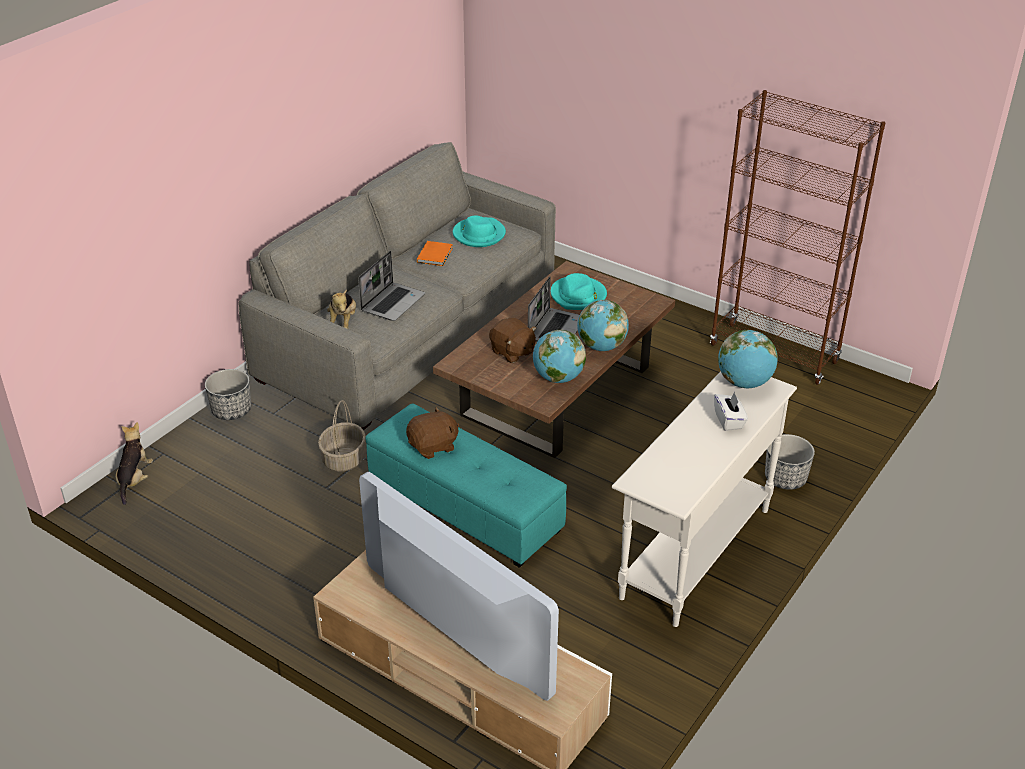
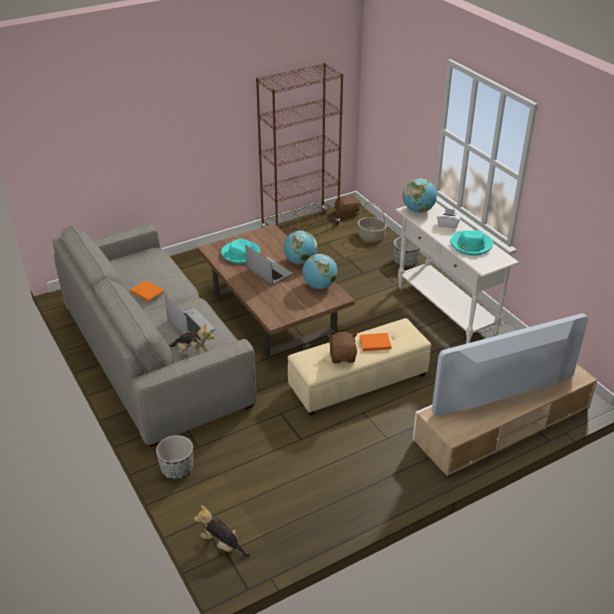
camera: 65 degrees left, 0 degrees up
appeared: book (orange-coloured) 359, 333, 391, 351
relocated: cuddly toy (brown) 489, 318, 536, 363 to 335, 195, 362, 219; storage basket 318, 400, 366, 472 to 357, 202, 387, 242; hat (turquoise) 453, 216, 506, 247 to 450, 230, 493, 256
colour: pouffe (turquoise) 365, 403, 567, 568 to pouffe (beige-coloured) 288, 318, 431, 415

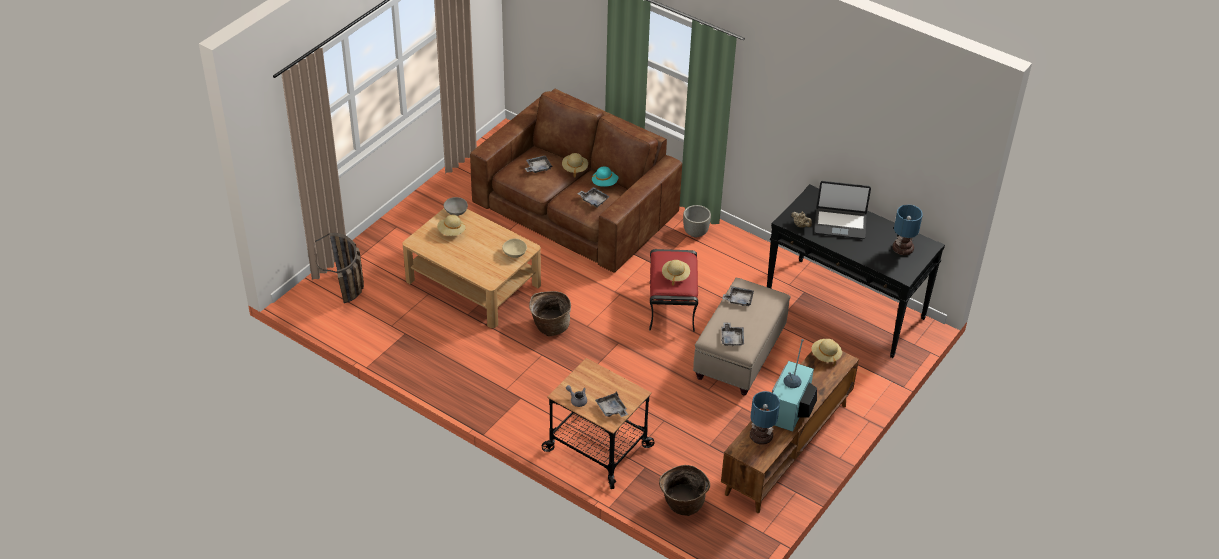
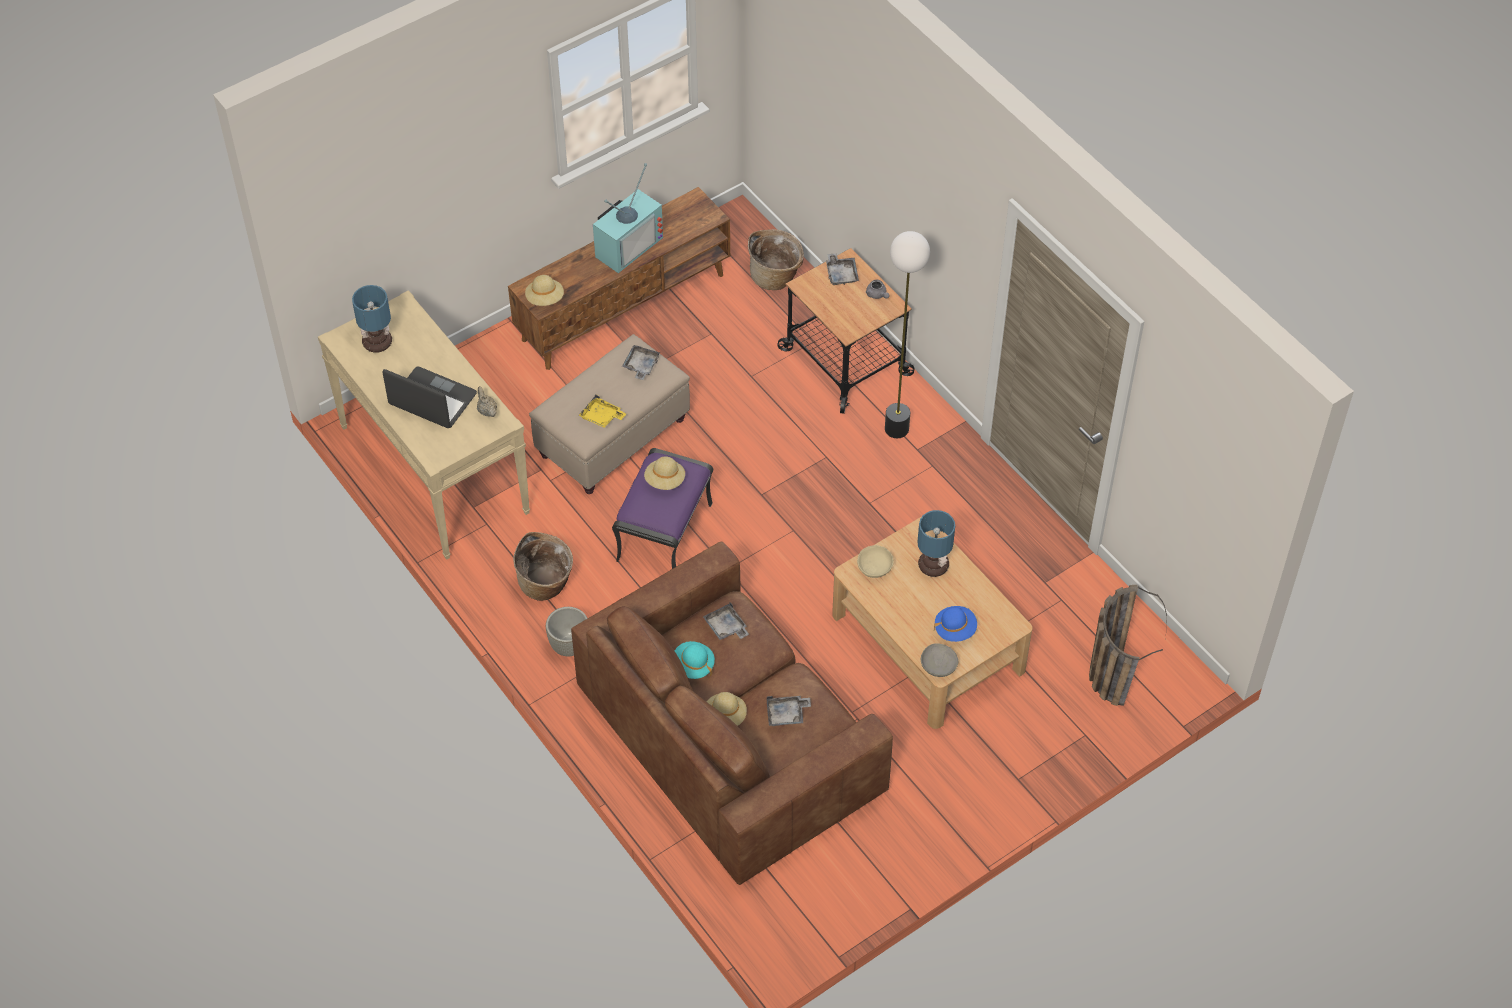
camera: 160 degrees left, 10 degrees up
appeared: standard lamp 885, 231, 930, 438
relocated: storage basket 529, 291, 571, 336 to 513, 532, 573, 601; table lamp 750, 391, 780, 445 to 917, 510, 955, 577
colour: narrow table (black-coloured) 767, 184, 945, 358 to narrow table (beige-coloured) 318, 290, 530, 560; serving tray (greyish) 722, 286, 754, 306 to serving tray (yellow) 578, 394, 626, 428; pouffe (reddish) 649, 249, 698, 332 to pouffe (purple) 612, 448, 713, 569; hat (beige-coloured) 437, 215, 465, 236 to hat (blue-coloured) 934, 606, 977, 642

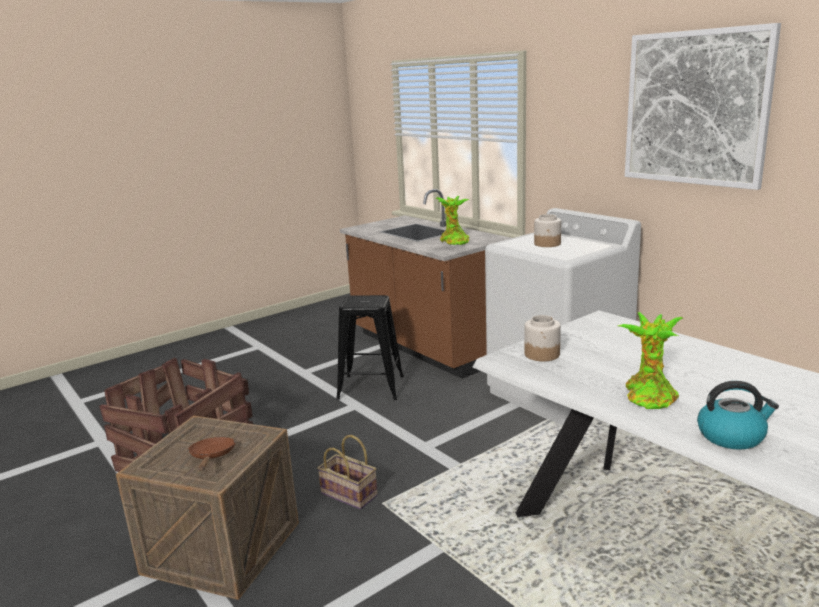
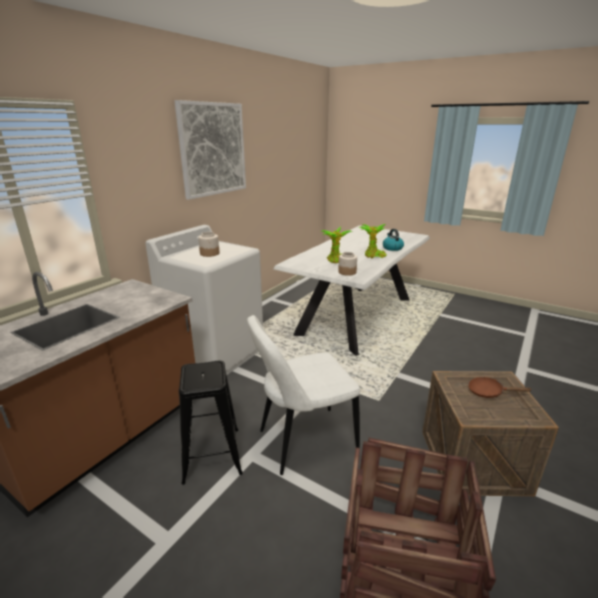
camera: 110 degrees left, 5 degrees up
missing: storage basket 317, 435, 378, 510
appeared: chair (white-coloured) 247, 315, 360, 475
relocated: plant in a pot 436, 196, 470, 245 to 320, 226, 352, 263
spun: skillet (brown) 188, 437, 235, 471 = 468, 377, 531, 398 45 degrees clockwise

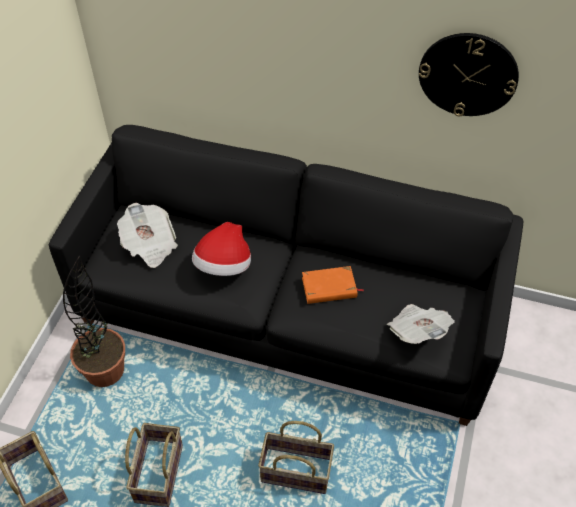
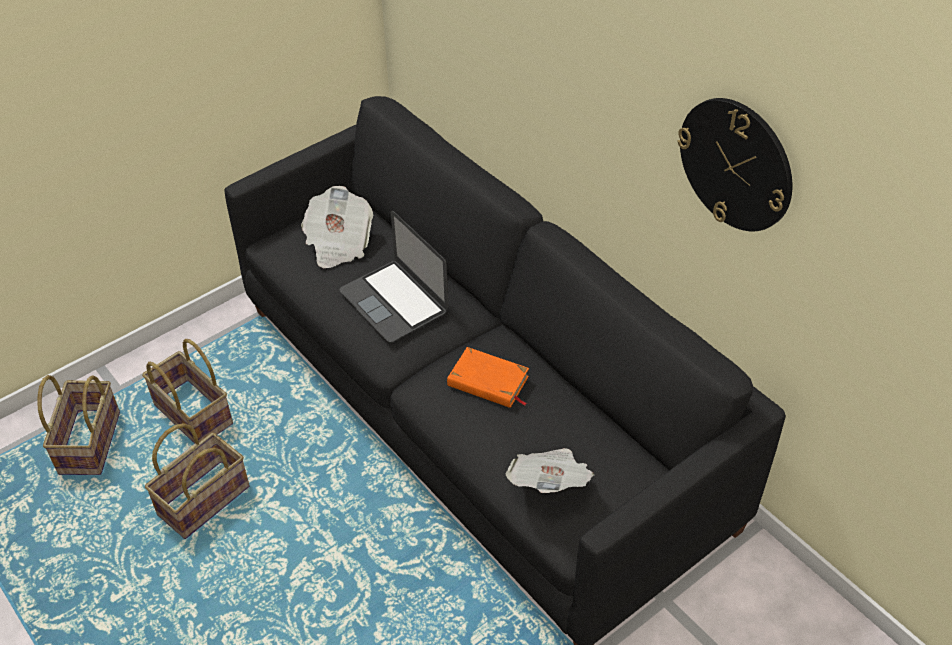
camera: 35 degrees right, 5 degrees down
missing: plant in a pot 63, 256, 125, 387
relocated: storage basket 258, 421, 334, 494 to 142, 339, 233, 444
exchanged: hat 192, 222, 251, 276 to portable computer 339, 211, 448, 342

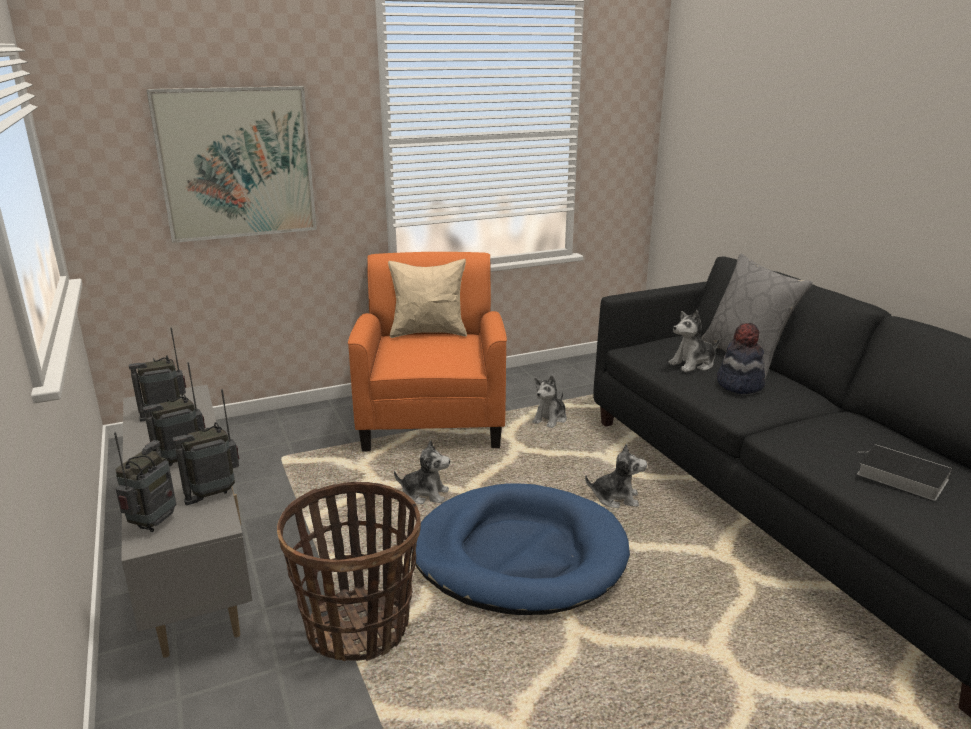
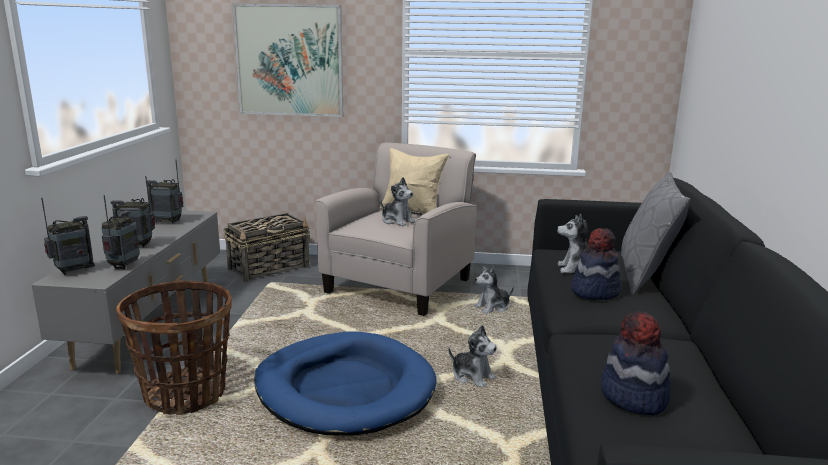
camera: 30 degrees right, 5 degrees down
appeared: storage basket 224, 213, 310, 282
relocated: cuddly toy 394, 440, 450, 504 to 380, 177, 415, 226
exchanged: book 857, 444, 952, 501 to hat 601, 311, 670, 415
colour: easy chair (orange-coloured) 348, 252, 507, 451 to easy chair (beige-coloured) 316, 143, 477, 316
spun: radio receiver 173, 389, 240, 505 = 101, 195, 140, 269 105 degrees clockwise

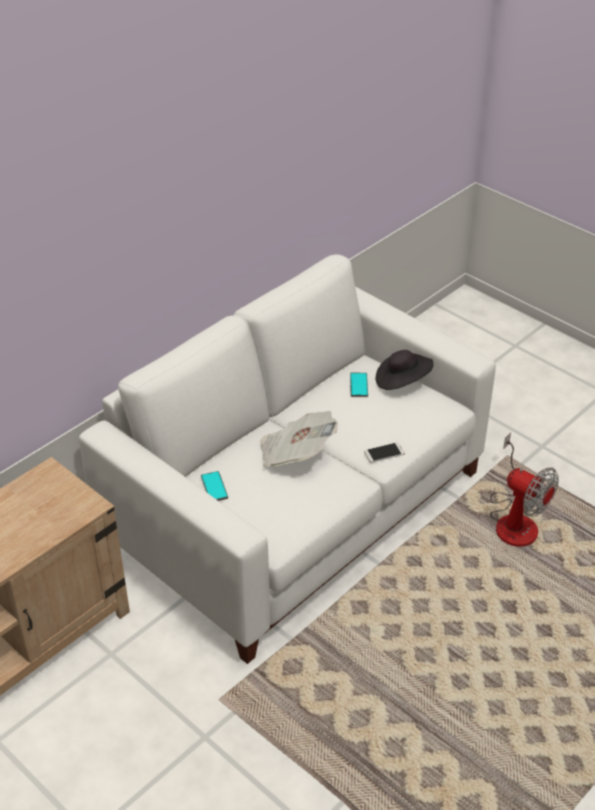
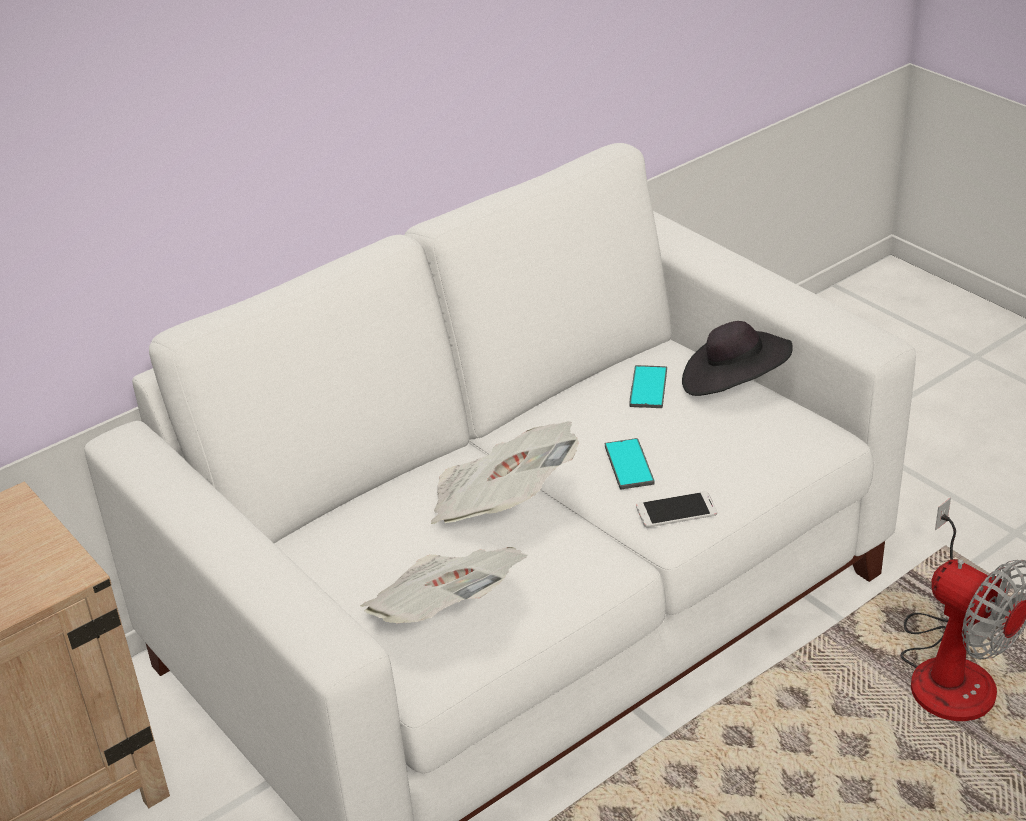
camera: 10 degrees right, 5 degrees down
appeared: daily paper 360, 547, 528, 623
relocated: phone 201, 471, 228, 501 to 605, 438, 655, 489

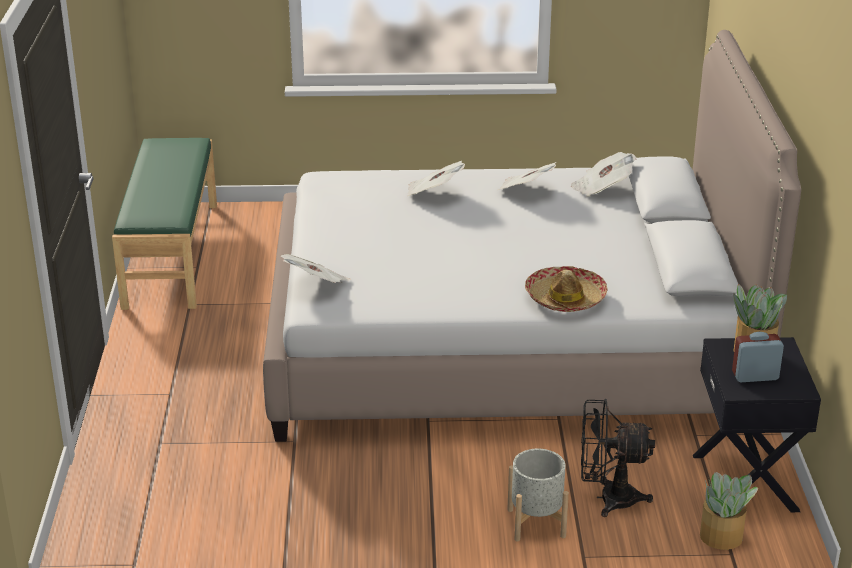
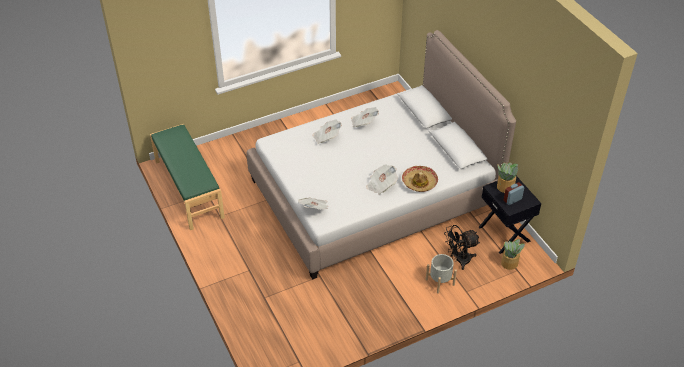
camera: 25 degrees left, 15 degrees up
relocated: daily paper 571, 152, 636, 197 to 366, 164, 398, 195

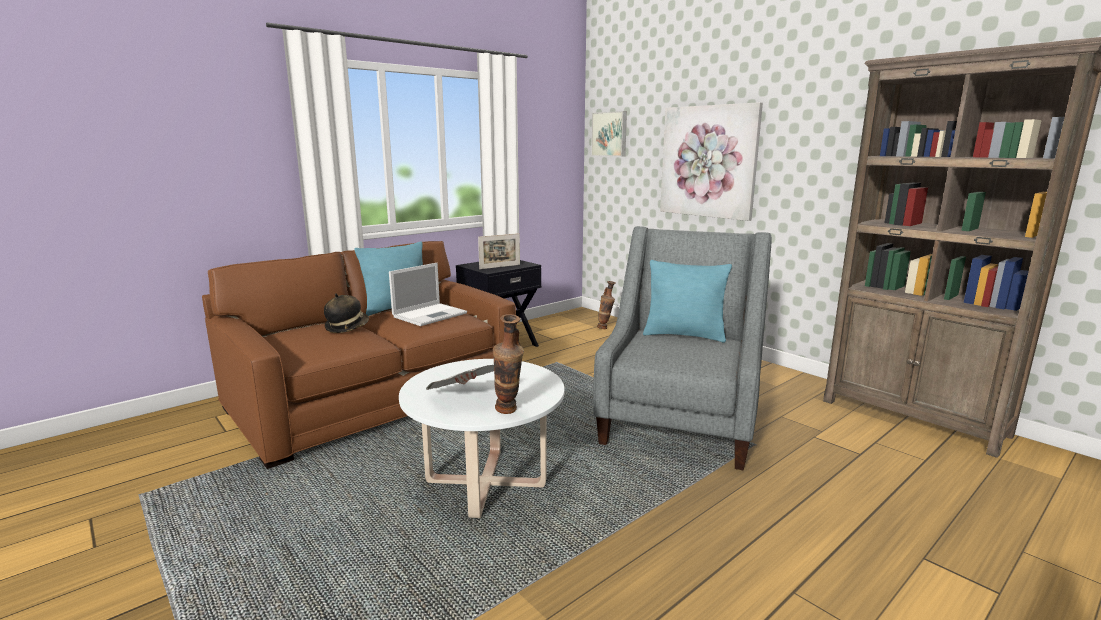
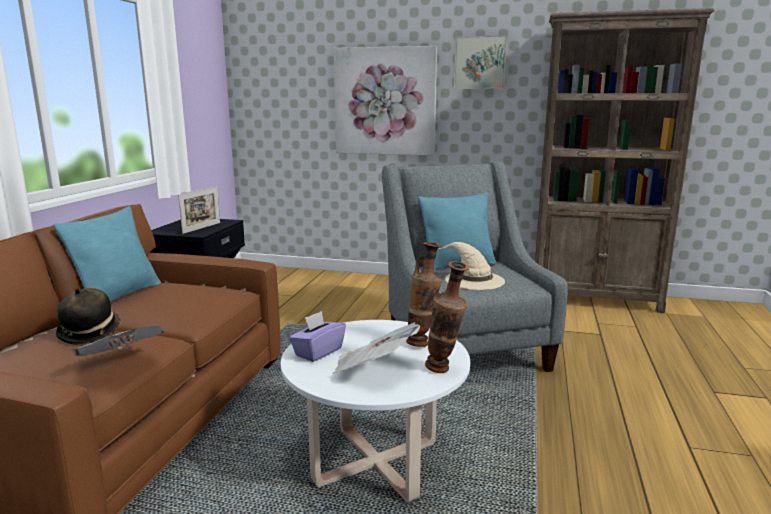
camera: 35 degrees left, 0 degrees up
missing: portable computer 389, 263, 467, 326
appeared: daily paper 72, 326, 164, 357; box of tissues (purple) 289, 311, 346, 362; hat (beige-coloured) 438, 242, 505, 290
relocated: flower vase 597, 281, 615, 329 to 406, 242, 442, 347; wall picture 591, 111, 627, 157 to 454, 35, 507, 89

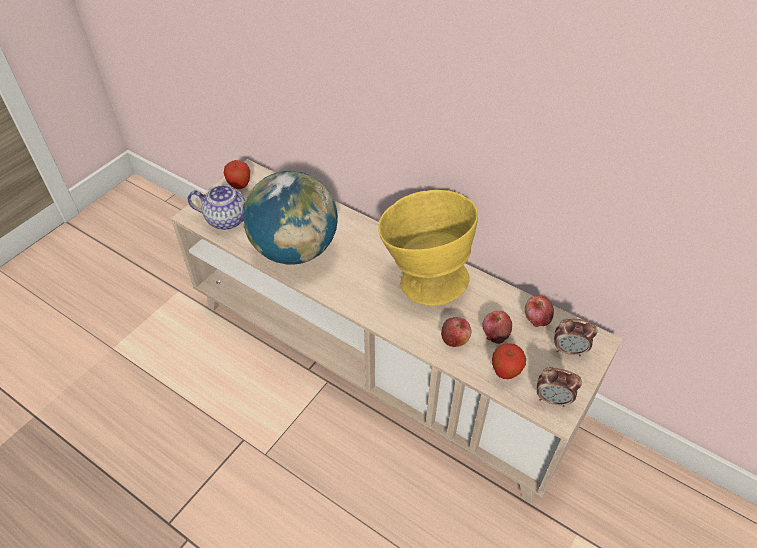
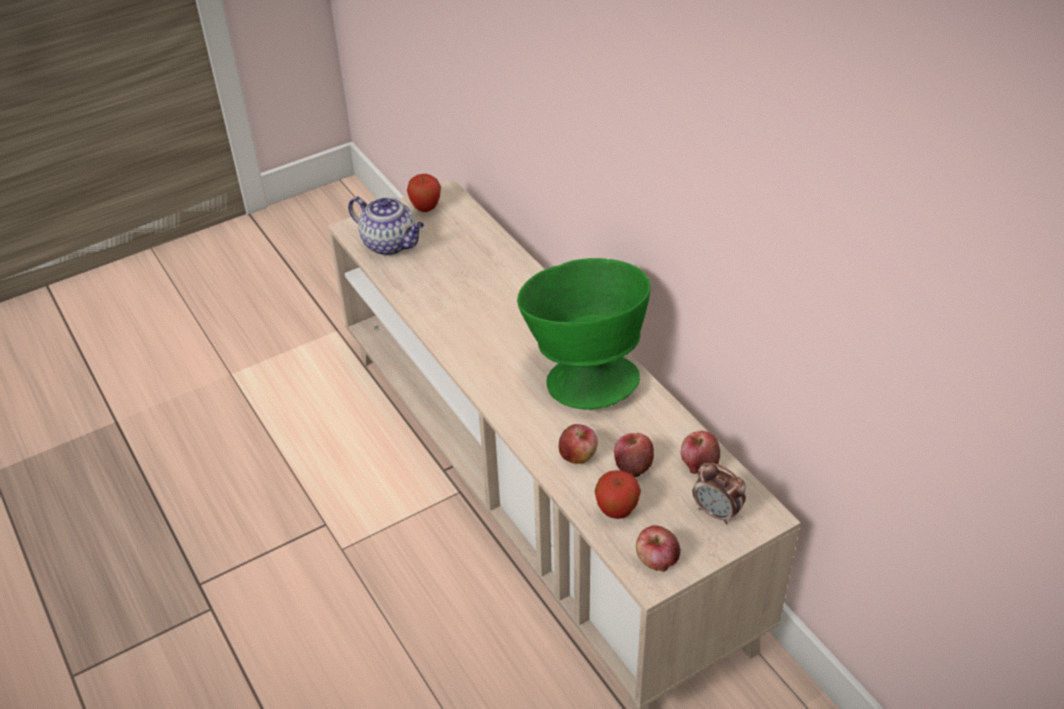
camera: 25 degrees right, 5 degrees down
missing: globe 243, 171, 338, 265
exchanged: bedside clock 537, 367, 582, 407 to whole apple 636, 525, 680, 572
colour: bowl (yellow) 378, 190, 478, 306 to bowl (greenish) 517, 258, 651, 410

